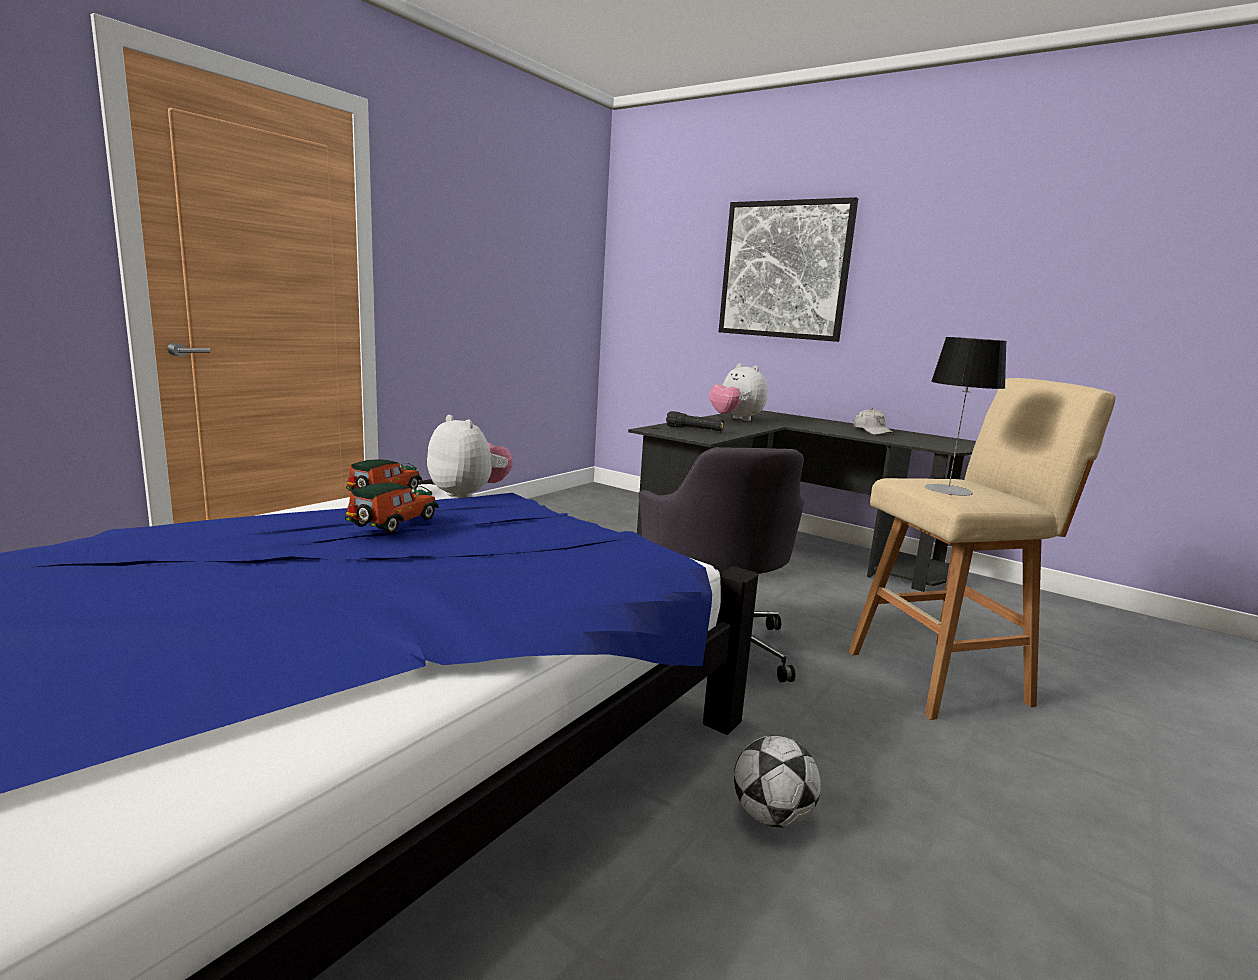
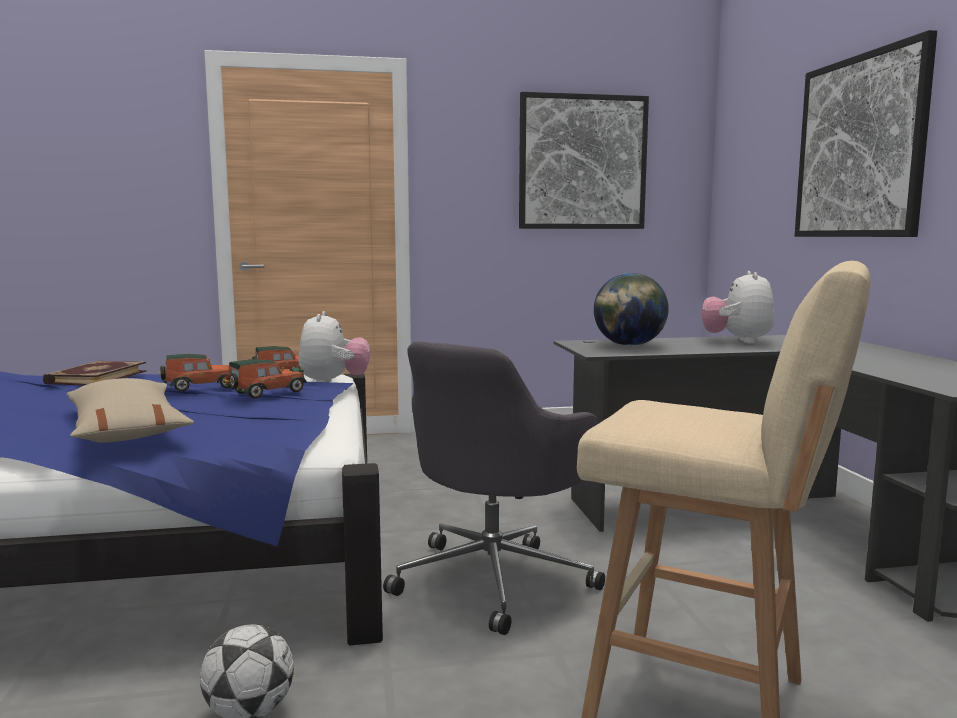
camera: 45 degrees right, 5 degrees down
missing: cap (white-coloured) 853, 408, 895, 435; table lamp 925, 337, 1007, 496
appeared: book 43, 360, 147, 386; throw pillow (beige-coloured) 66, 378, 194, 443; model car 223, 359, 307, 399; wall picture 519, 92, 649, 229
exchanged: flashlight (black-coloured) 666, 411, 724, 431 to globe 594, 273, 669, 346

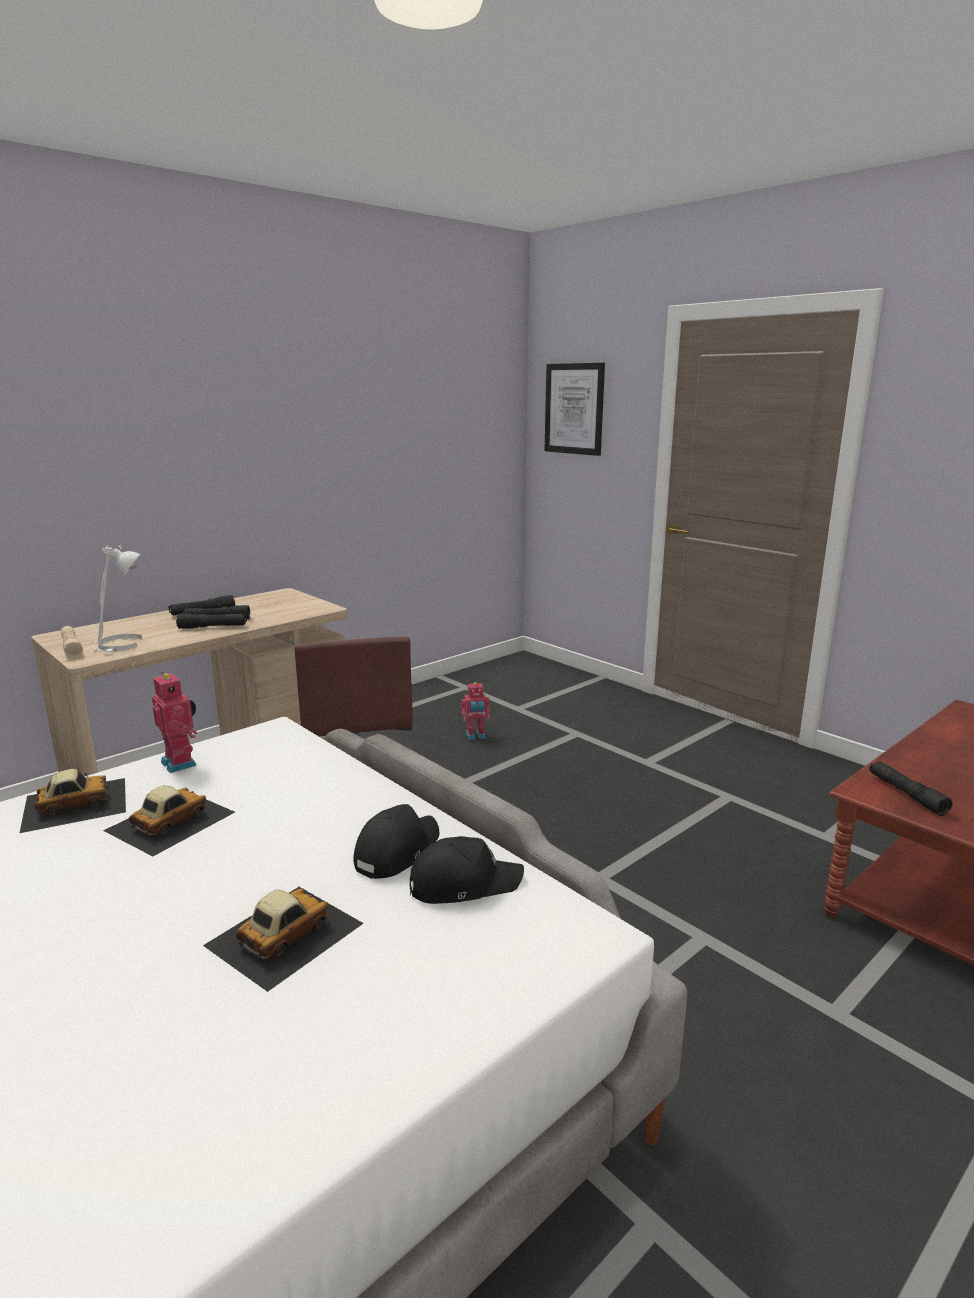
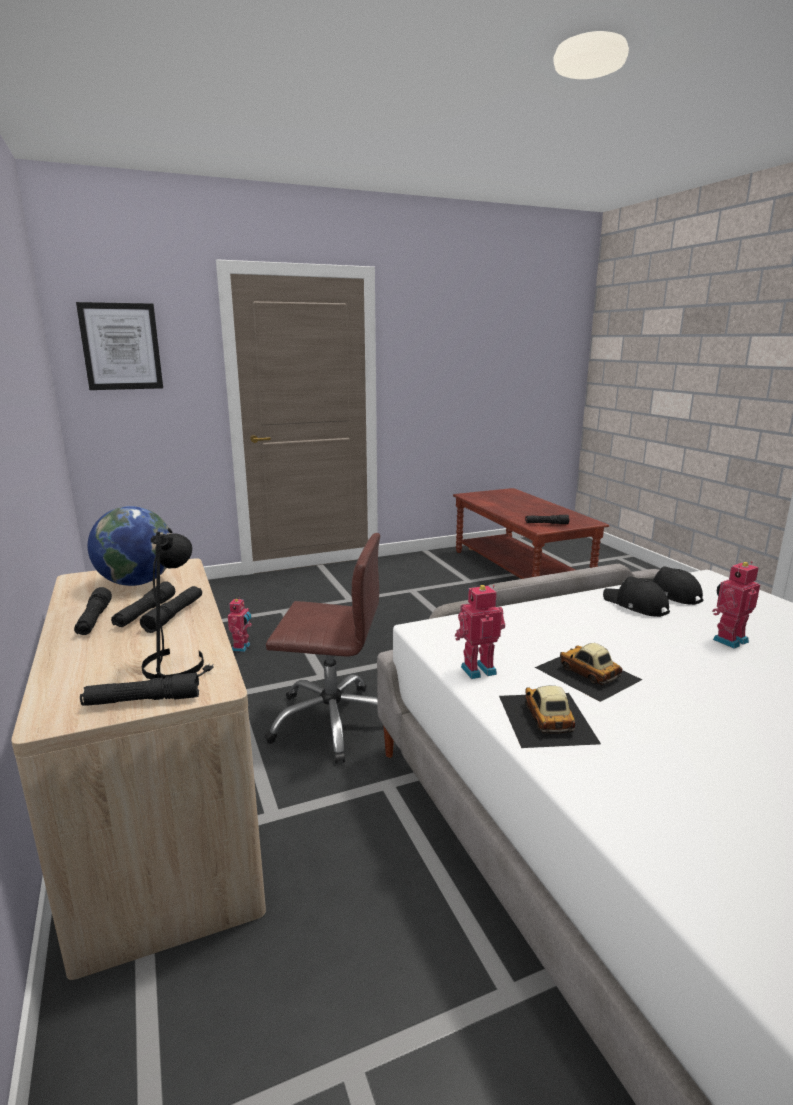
camera: 70 degrees left, 0 degrees up
appeared: globe 88, 506, 172, 586
exchanged: model car 203, 887, 364, 992 to model robot 712, 561, 760, 649
colour: flashlight (beige-coloured) 61, 626, 83, 658 to flashlight (black-coloured) 80, 673, 199, 706; table lamp (white-coloured) 93, 545, 142, 652 to table lamp (black-coloured) 142, 528, 214, 679
spun: cap (black-coloured) 409, 836, 524, 904 = 639, 567, 703, 605 45 degrees counterclockwise

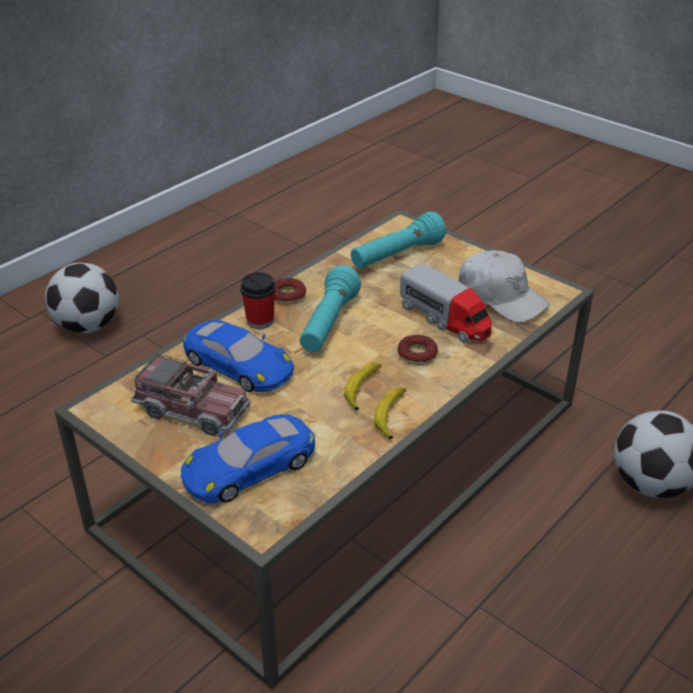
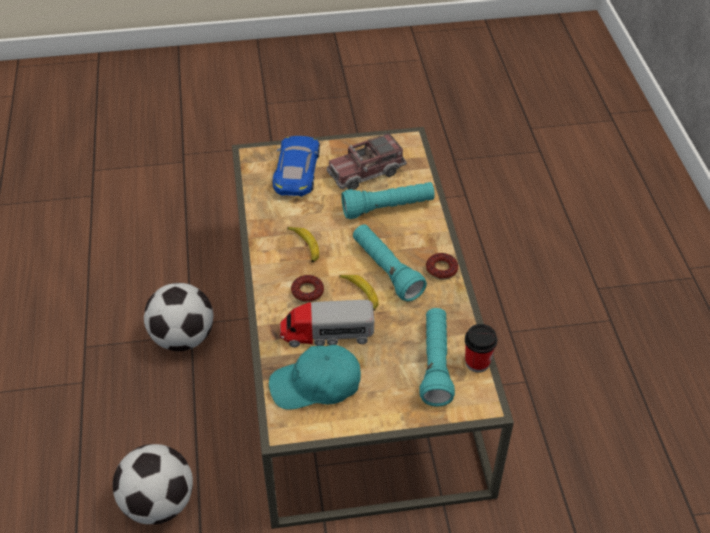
camera: 130 degrees right, 10 degrees up
relocated: football ball 45, 263, 119, 333 to 144, 283, 213, 351; banana fruit 374, 387, 406, 439 to 339, 275, 378, 310; cup 240, 272, 276, 329 to 465, 324, 497, 373
exchanged: model car (blue-coloured) 183, 320, 294, 392 to flashlight (turquoise) 341, 182, 435, 219
colour: cap (white-coloured) 459, 250, 550, 323 to cap (turquoise) 269, 345, 361, 410

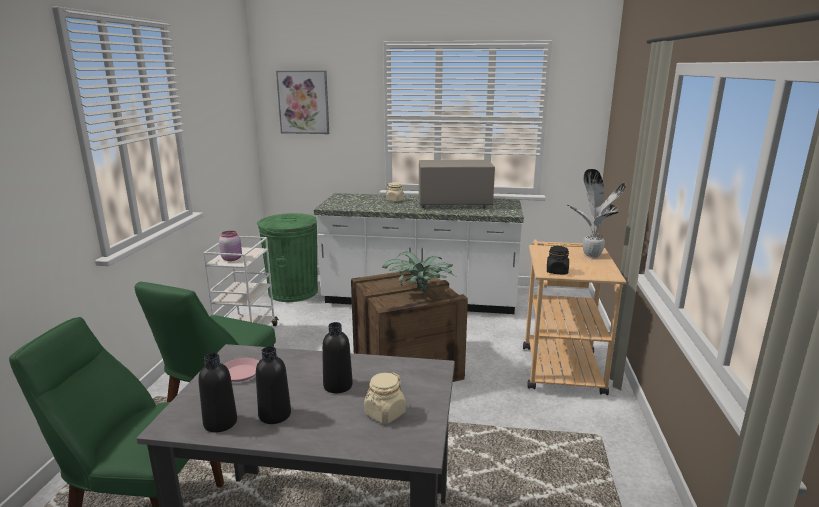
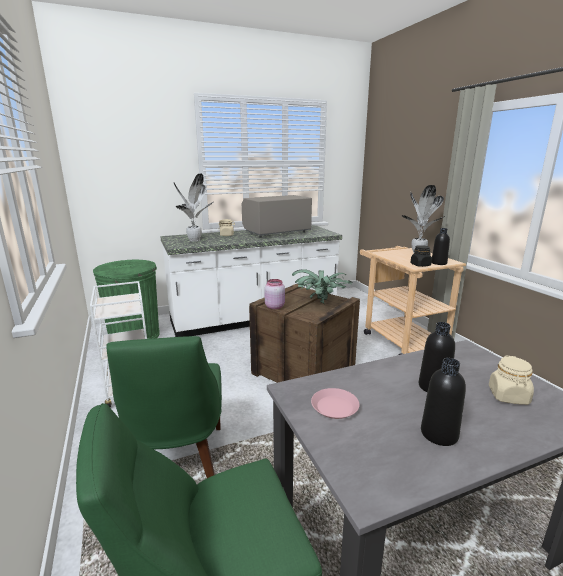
camera: 30 degrees left, 0 degrees up
missing: wall picture 276, 71, 329, 134
appeared: plant in a pot 174, 173, 213, 242
relocated: storage jar (pink-coloured) 219, 231, 242, 261 to 264, 279, 285, 309; beverage bottle (black-coloured) 198, 353, 237, 432 to 432, 228, 450, 265

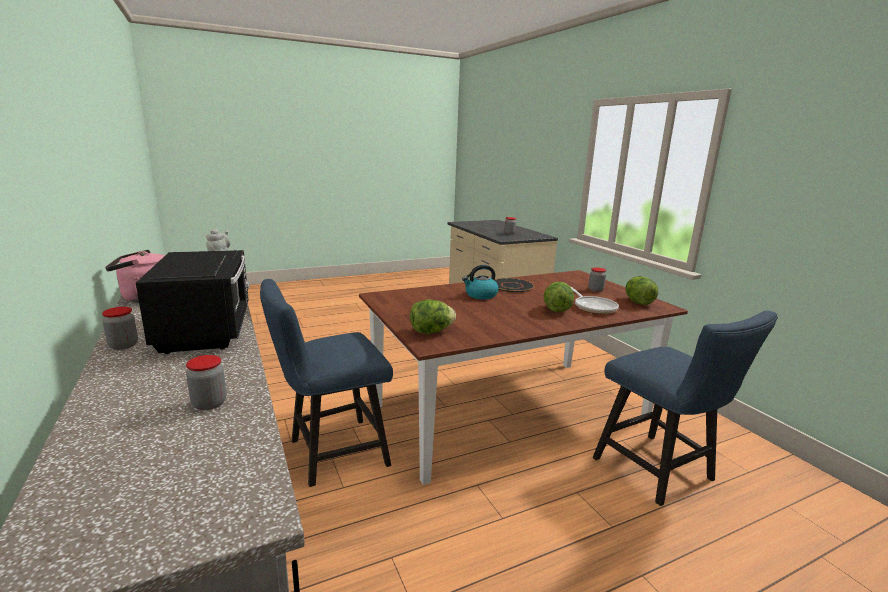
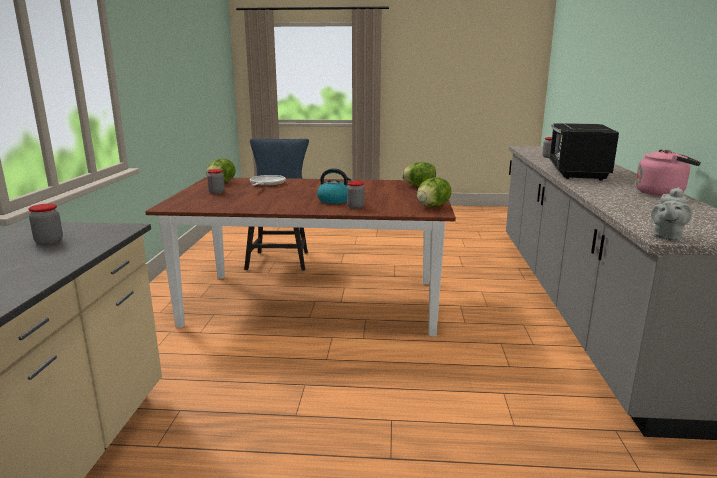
camera: 150 degrees left, 0 degrees up
missing: chair (blue-coloured) 260, 279, 393, 487; plate (black-coloured) 494, 278, 534, 293
relocated: storage jar 102, 307, 138, 350 to 347, 181, 365, 209; lettuce 544, 282, 574, 312 to 417, 177, 452, 207

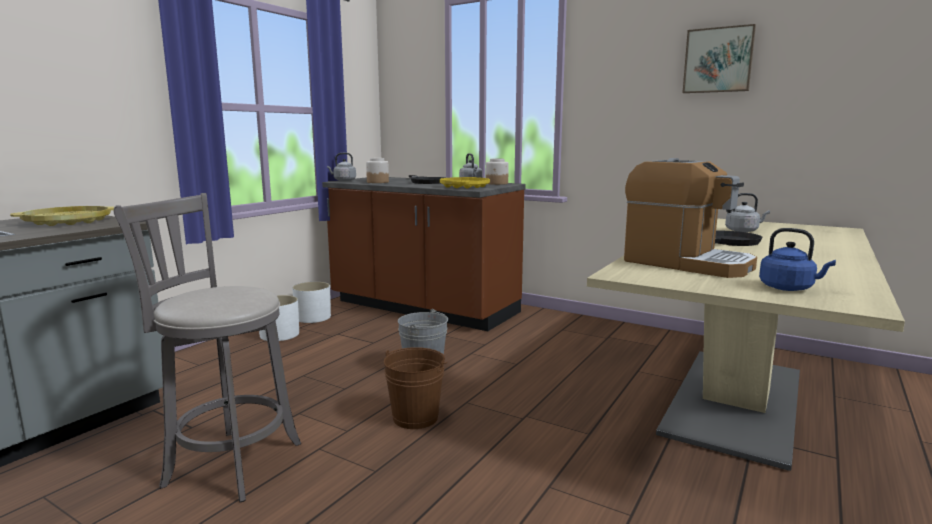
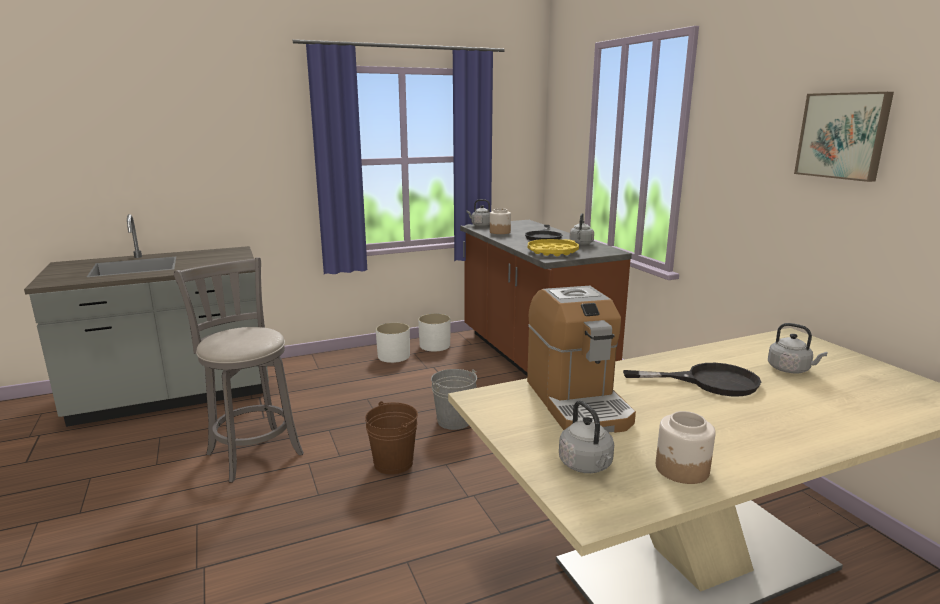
camera: 35 degrees right, 5 degrees up
missing: serving tray (yellow) 10, 206, 115, 226
relocated: storage jar 486, 158, 509, 185 to 656, 411, 716, 484
colour: tea kettle (blue-coloured) 759, 228, 836, 291 to tea kettle (greyish) 559, 401, 614, 473

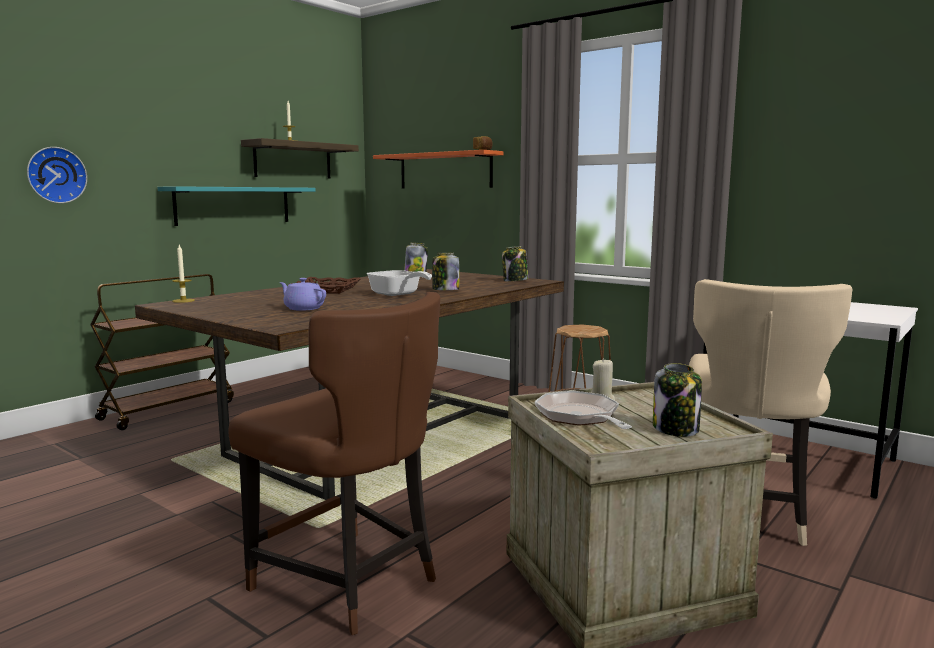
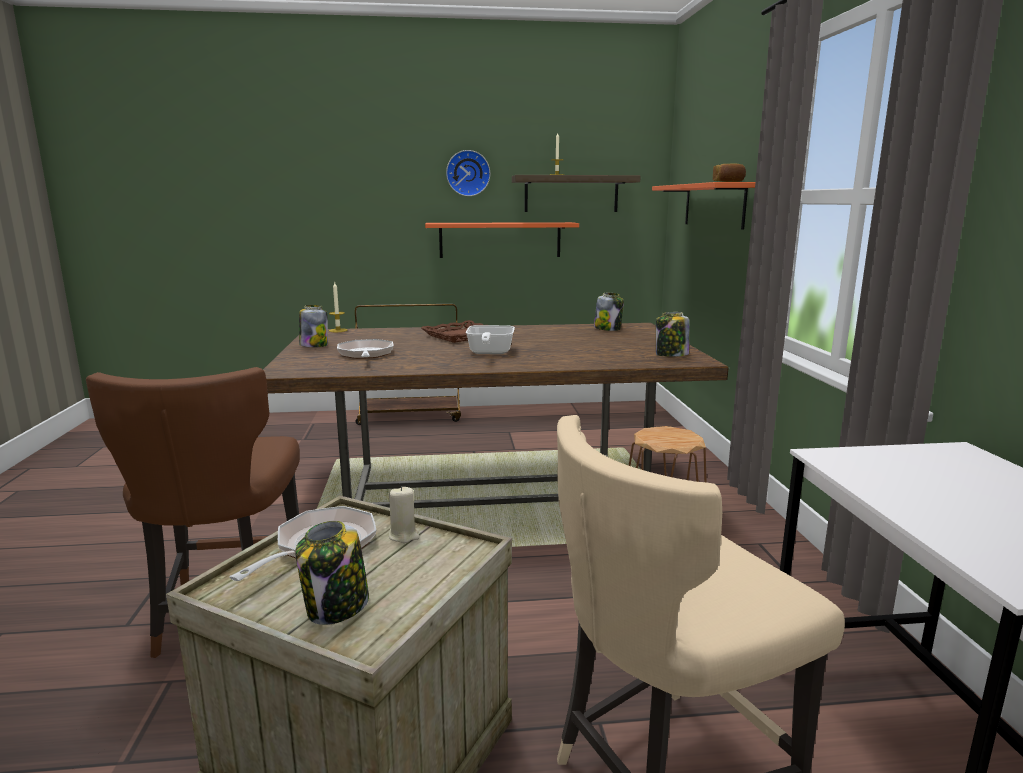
camera: 45 degrees right, 5 degrees up
relocated: storage jar 432, 253, 460, 290 to 299, 305, 328, 347; clock on the wall 27, 147, 87, 203 to 446, 150, 490, 196
exchanged: teapot (purple) 279, 278, 326, 311 to skillet 337, 339, 394, 359
colour: shelf (turquoise) 157, 186, 316, 226 to shelf (orange-coloured) 425, 222, 579, 258

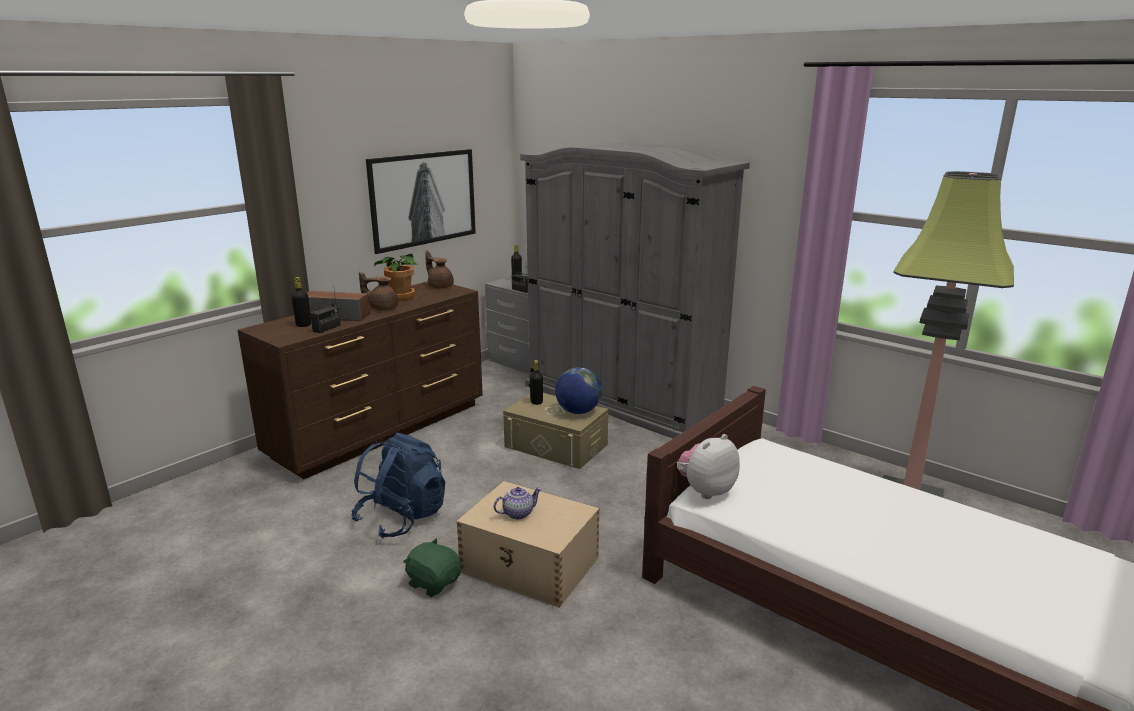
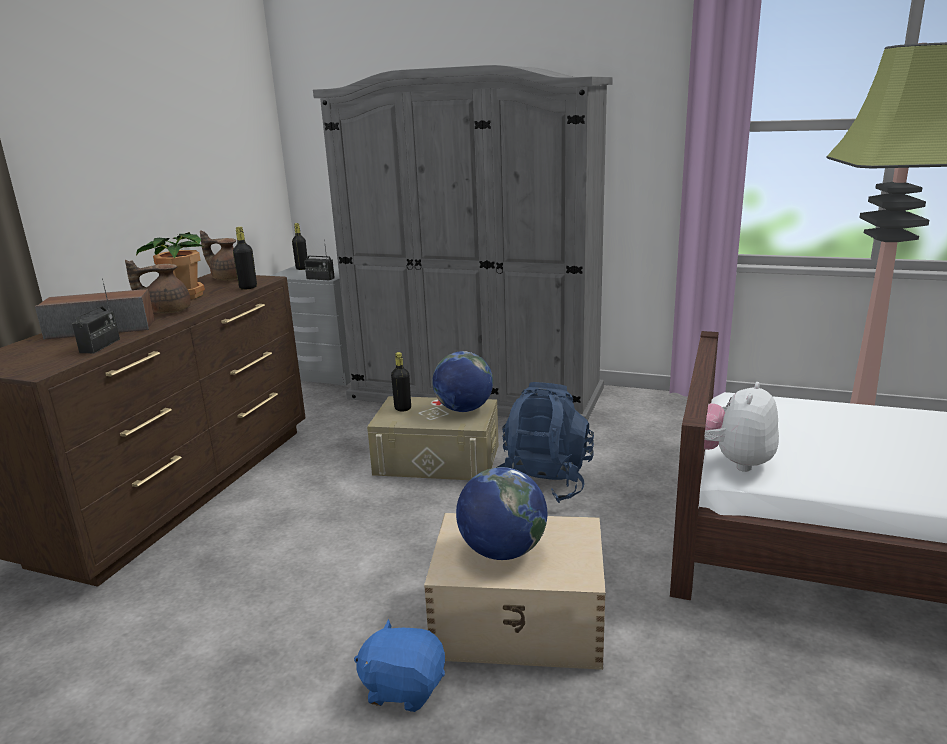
camera: 20 degrees left, 0 degrees up
missing: wall picture 366, 149, 476, 254
relocated: beverage bottle (black-coloured) 291, 277, 311, 327 to 233, 227, 257, 290; backpack (blue-coloured) 352, 433, 445, 539 to 497, 382, 594, 503
exchanged: teapot 494, 487, 542, 519 to globe 456, 467, 547, 560
colour: cuddly toy (greenish) 403, 538, 462, 597 to cuddly toy (blue-coloured) 354, 619, 445, 712

